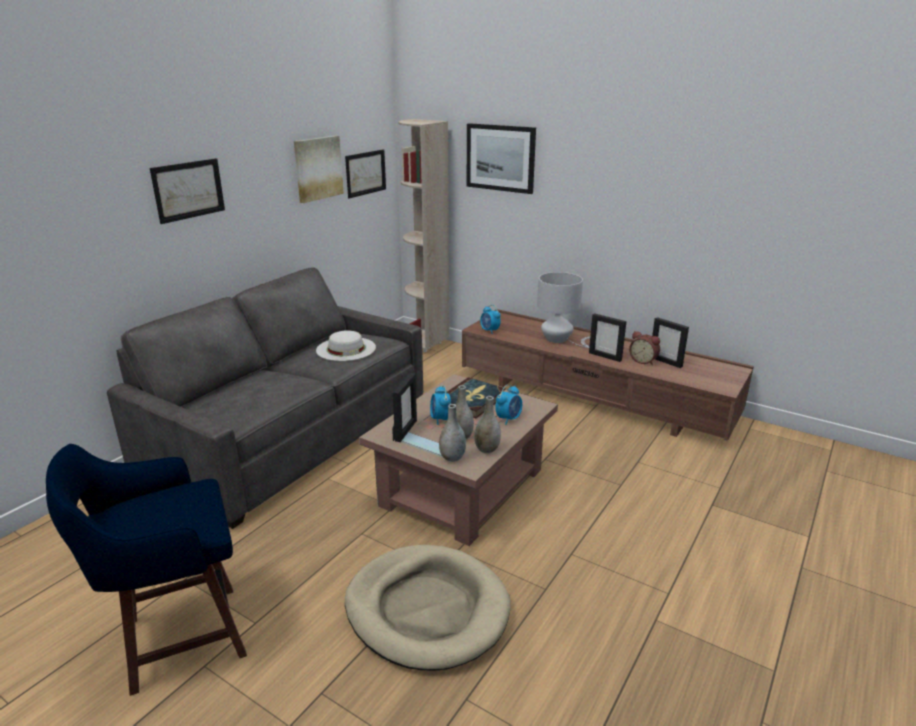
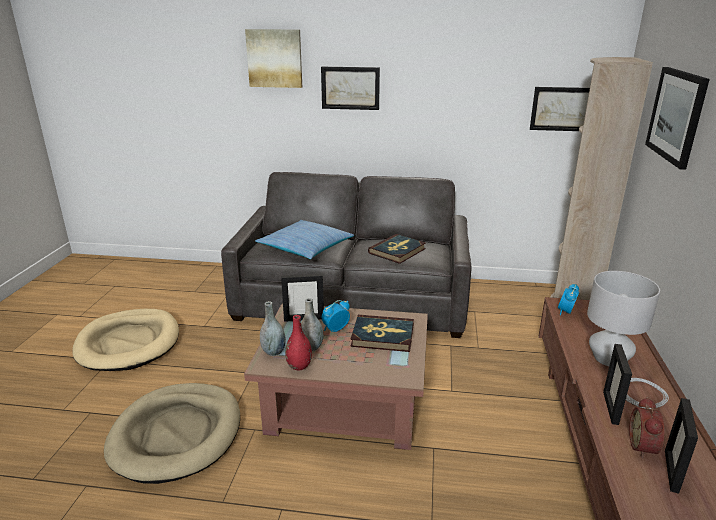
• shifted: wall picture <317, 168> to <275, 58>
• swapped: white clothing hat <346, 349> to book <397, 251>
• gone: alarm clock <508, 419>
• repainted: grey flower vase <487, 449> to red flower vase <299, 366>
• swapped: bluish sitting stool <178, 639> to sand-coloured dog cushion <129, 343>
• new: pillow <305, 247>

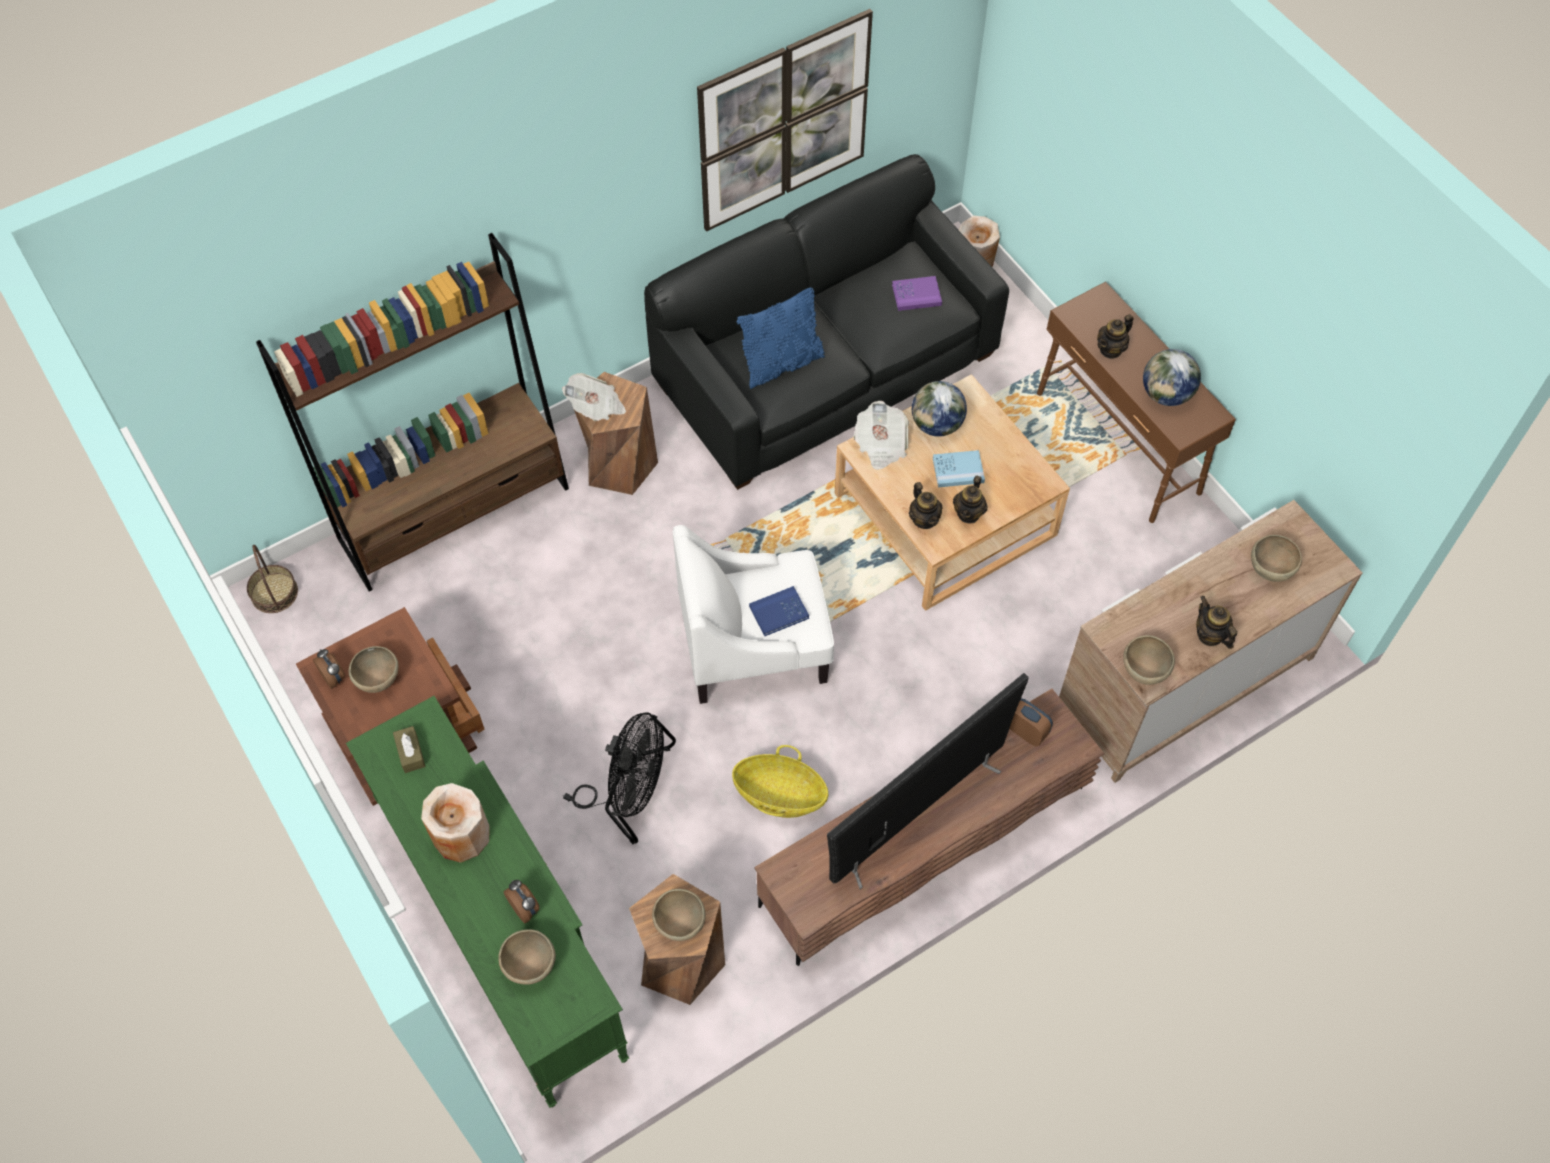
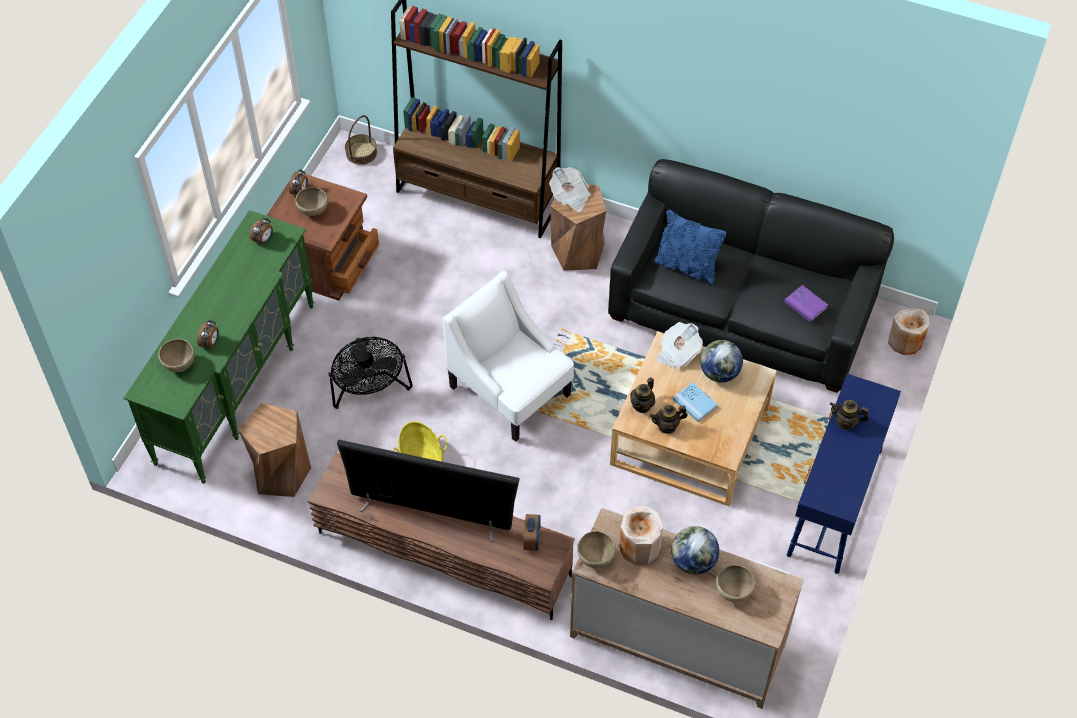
• gone: wall picture <783, 121>
• repainted: brown-coloured console table <1116, 443> to bluish console table <833, 502>
• shifted: globe <1166, 394> to <693, 562>
• gone: bluish book <779, 612>
• gone: pot for tea <1210, 635>
• swapped: brown-coloured box of tissues <410, 753> to alarm clock <263, 240>
• shifted: sand-coloured flower vase <460, 835> to <639, 546>
• gone: brown-coloured deep dish <679, 924>

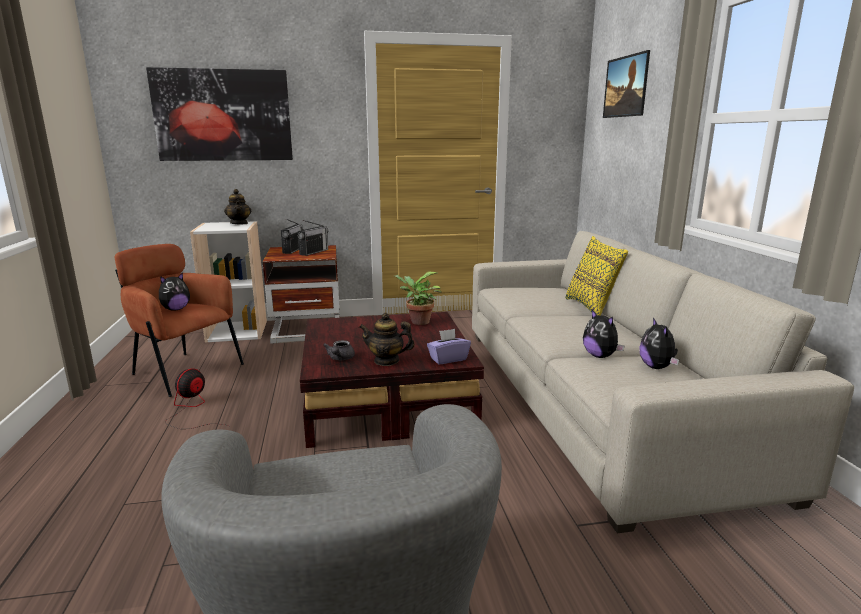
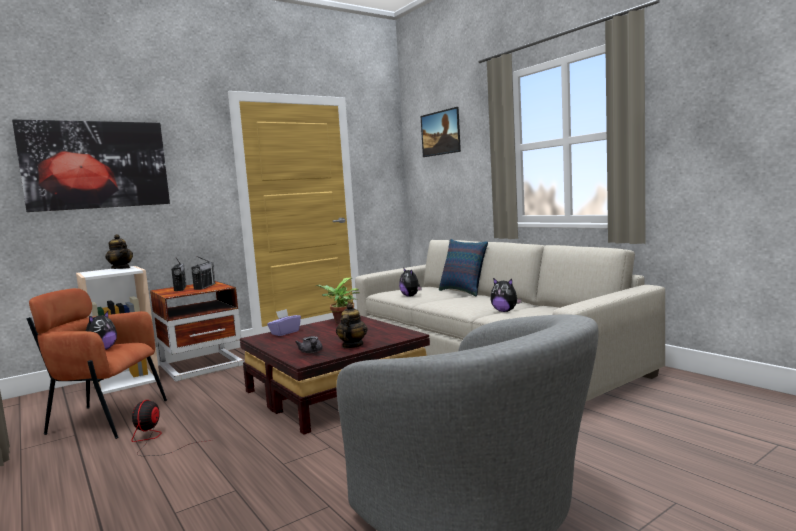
• repainted: yellow pillow <590, 308> to bluish pillow <463, 292>
• rotated: pot for tea <387, 361> = <352, 345> 120 degrees clockwise
• shifted: cuddly toy <657, 367> to <411, 296>
• shifted: purple-coloured box of tissues <448, 359> to <285, 332>

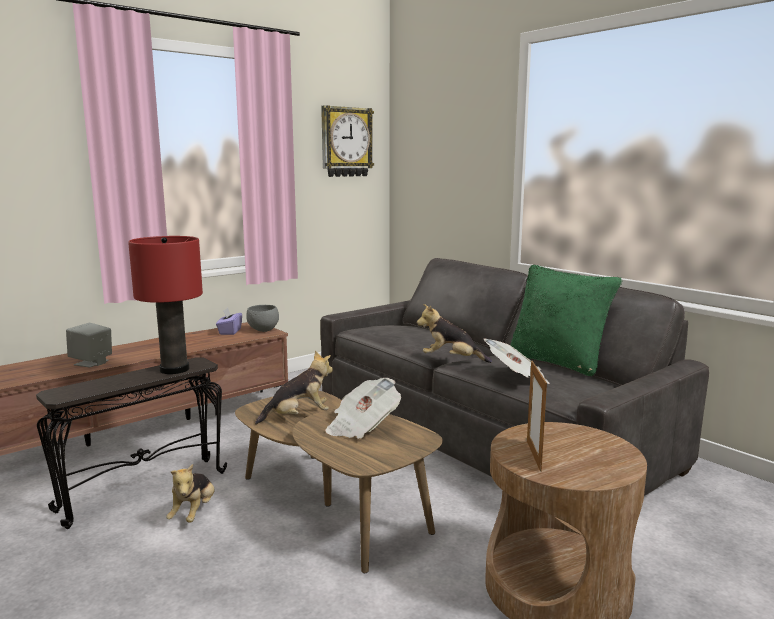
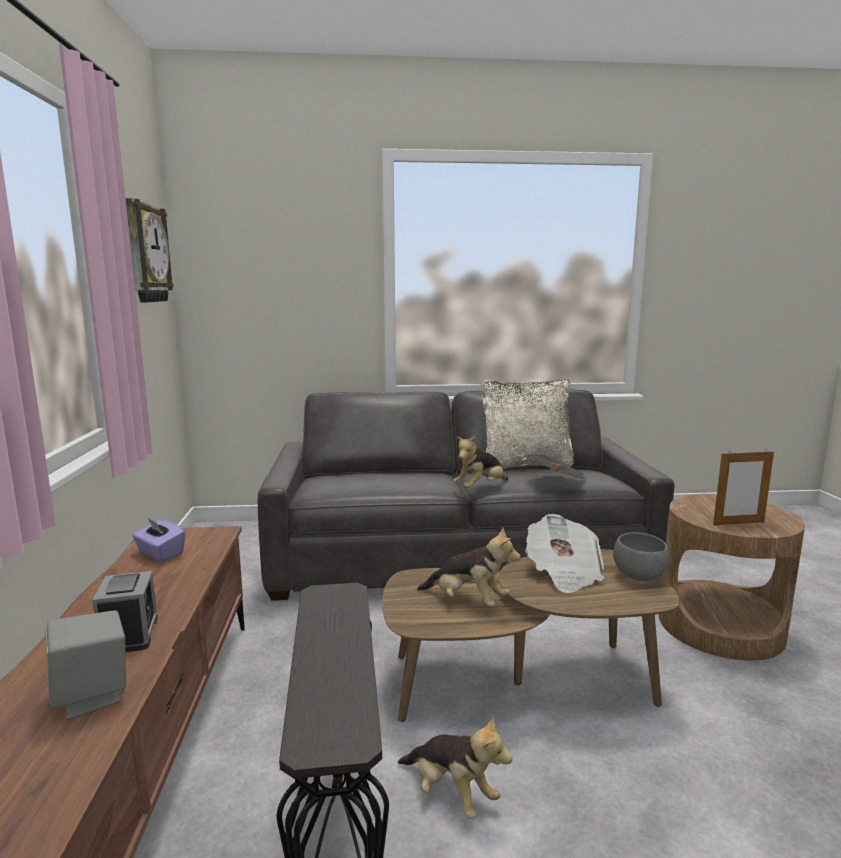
• gone: red lamp for a table <175, 369>
• repainted: green pillow <557, 365> to sand-coloured pillow <527, 467>
• shifted: grey deep dish <263, 330> to <640, 577>
• rotated: cuddly toy <298, 417> = <468, 601> 105 degrees clockwise
• rotated: photo frame <533, 455> = <738, 523> 45 degrees counterclockwise
• new: alarm clock <129, 635>

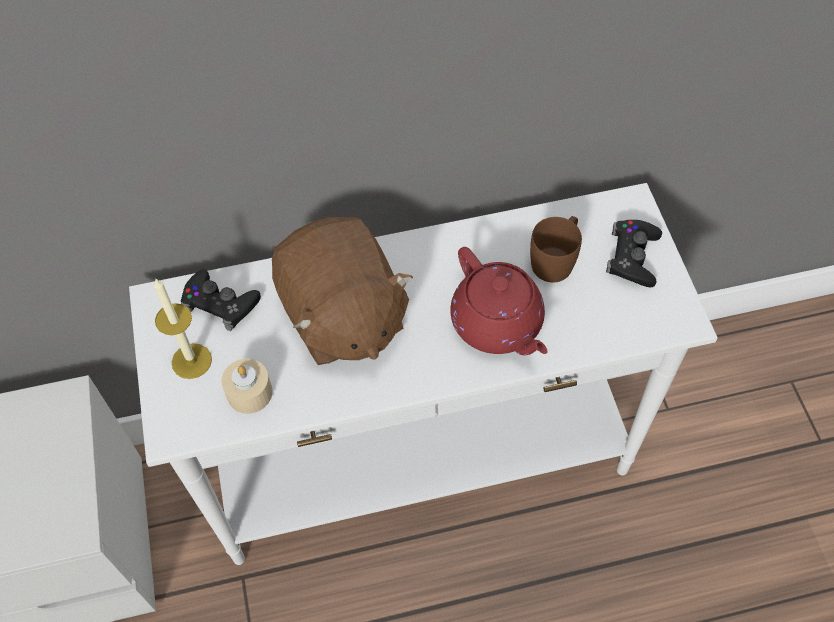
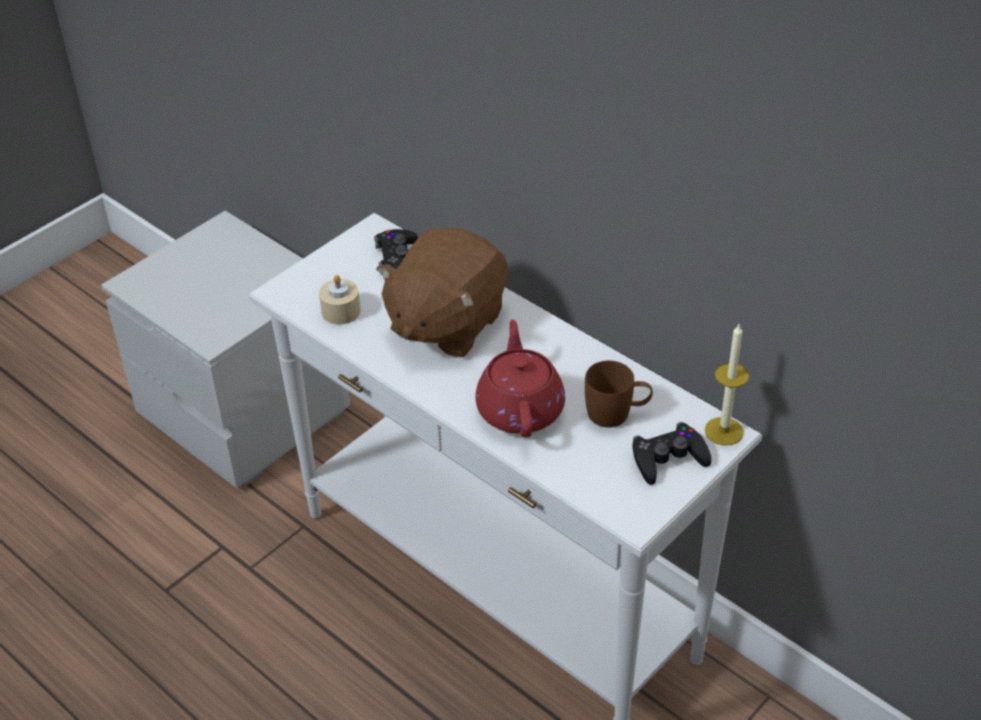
• rotated: red pot for tea <497, 324> = <520, 408> 150 degrees clockwise
• shifted: wax light <191, 361> to <724, 431>

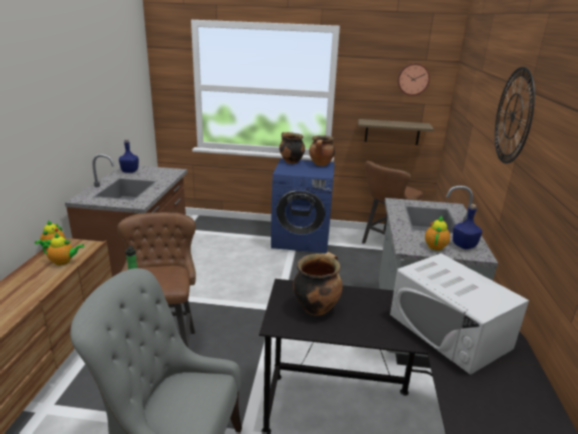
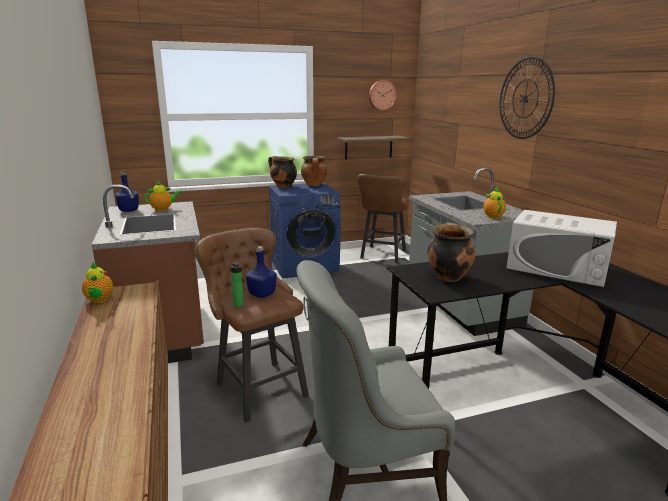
• shifted: bluish bottle <463, 246> to <261, 294>
• shifted: pot for tea <64, 262> to <163, 209>

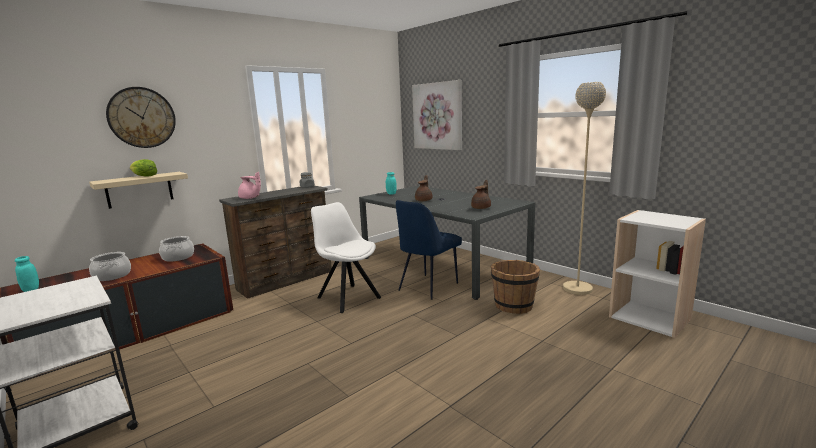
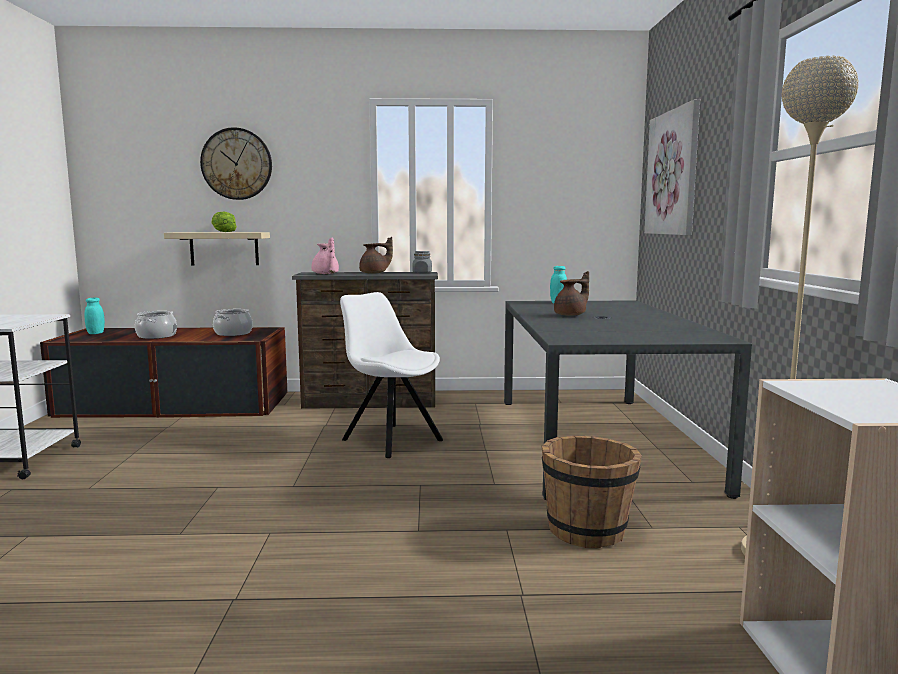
• shifted: brown-coloured pot for tea <481, 208> to <374, 273>
• gone: bluish chair <428, 287>
• rotated: white chair <348, 298> = <391, 440> 45 degrees counterclockwise

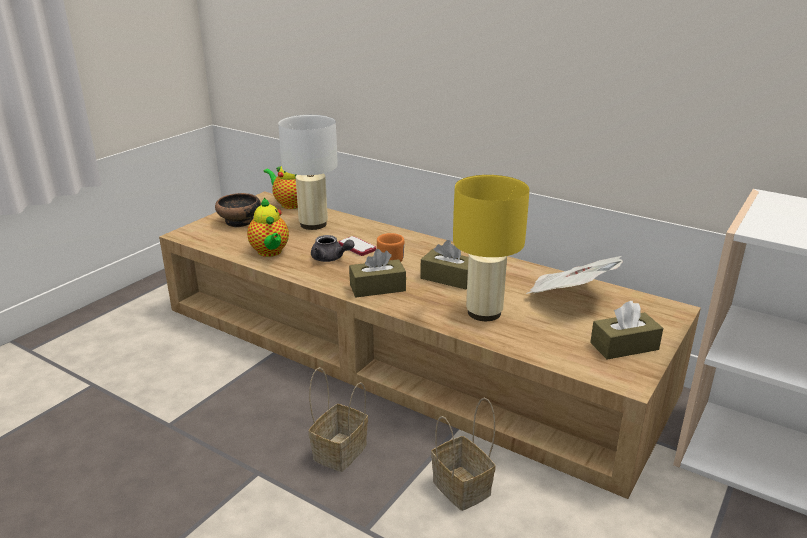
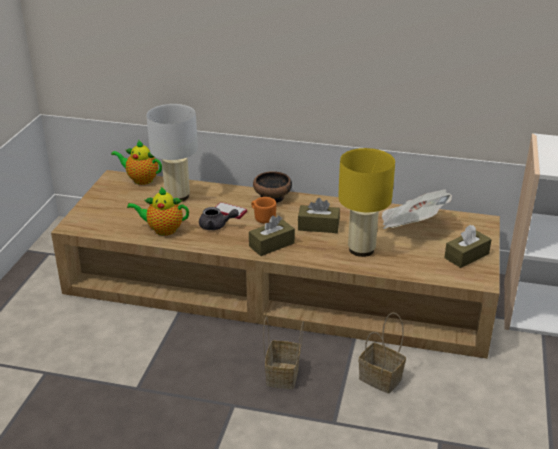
• shifted: deep dish <240, 222> to <272, 197>
• rotated: pot for tea <270, 252> = <162, 230> 135 degrees clockwise

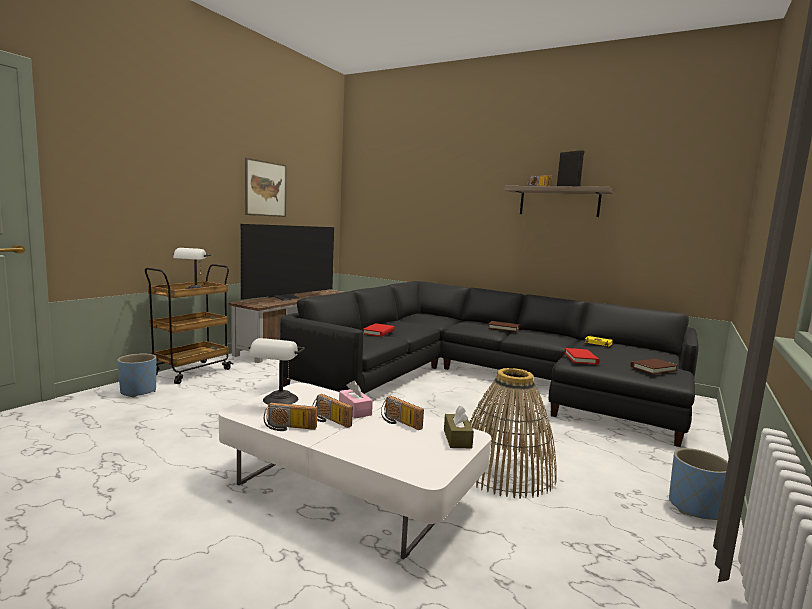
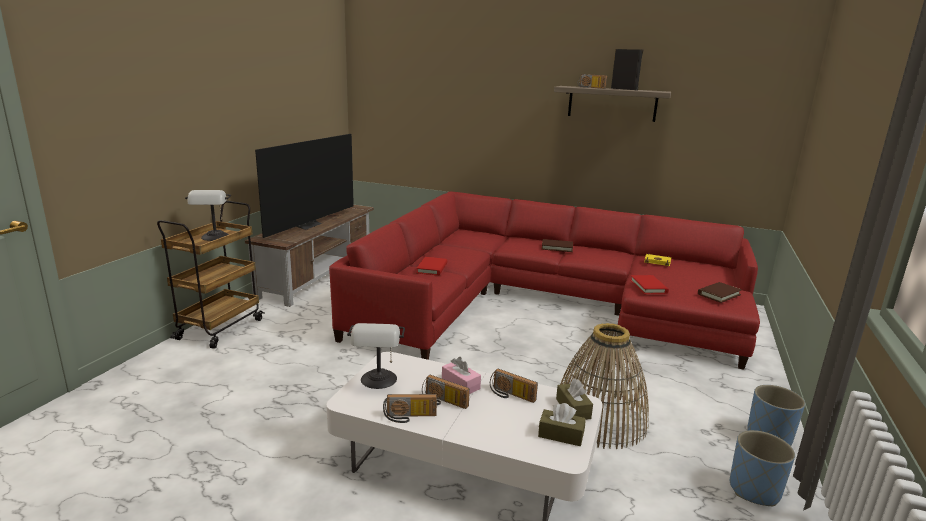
• gone: wall picture <266, 189>
• repainted: blackish settee <487, 379> to red settee <543, 304>
• shifted: bluish planter <138, 392> to <754, 490>
• new: brown-coloured box of tissues <561, 435>

